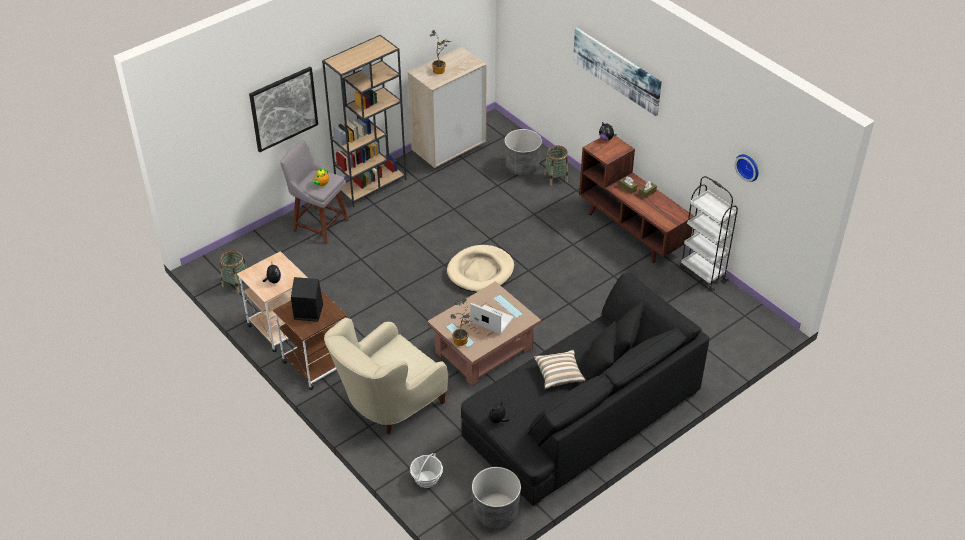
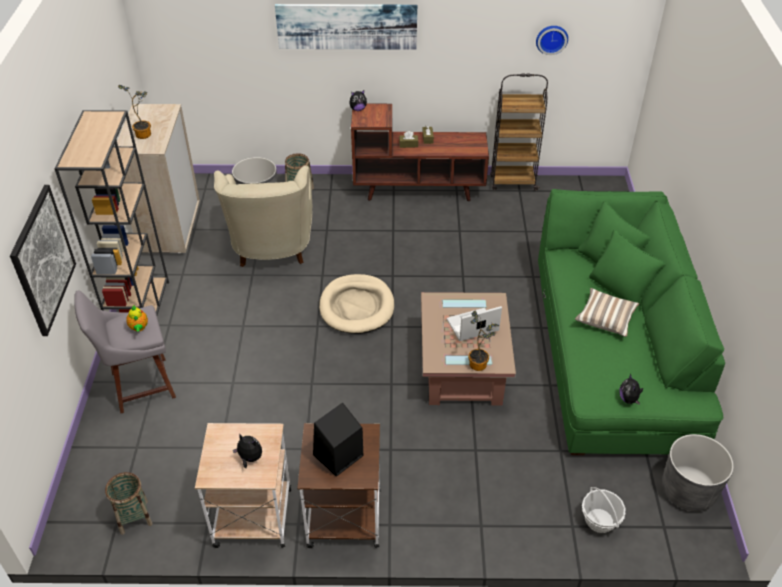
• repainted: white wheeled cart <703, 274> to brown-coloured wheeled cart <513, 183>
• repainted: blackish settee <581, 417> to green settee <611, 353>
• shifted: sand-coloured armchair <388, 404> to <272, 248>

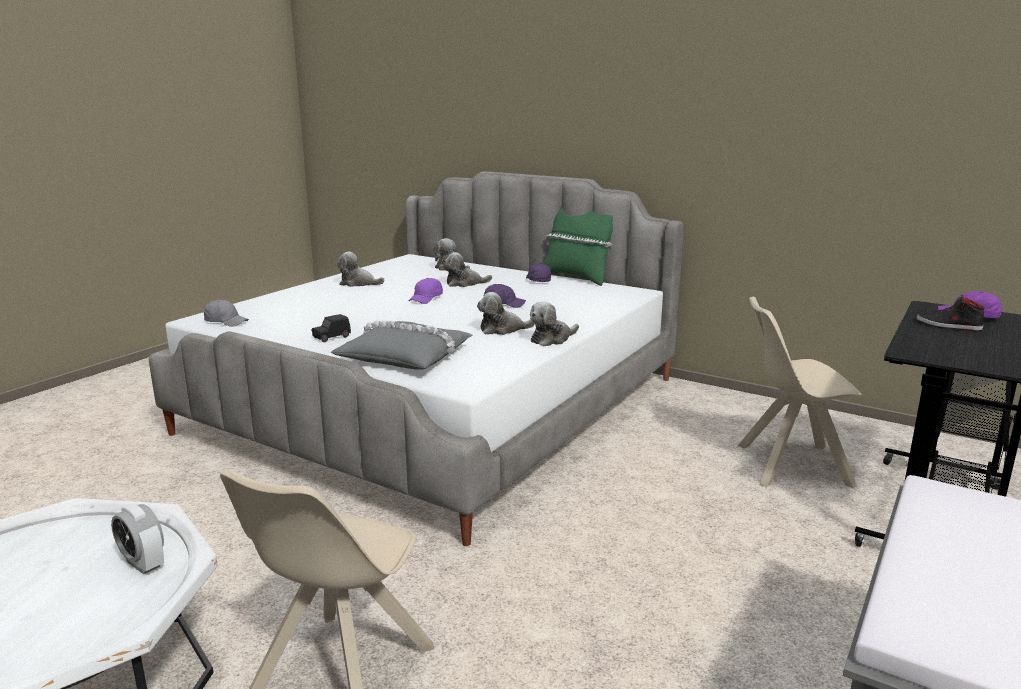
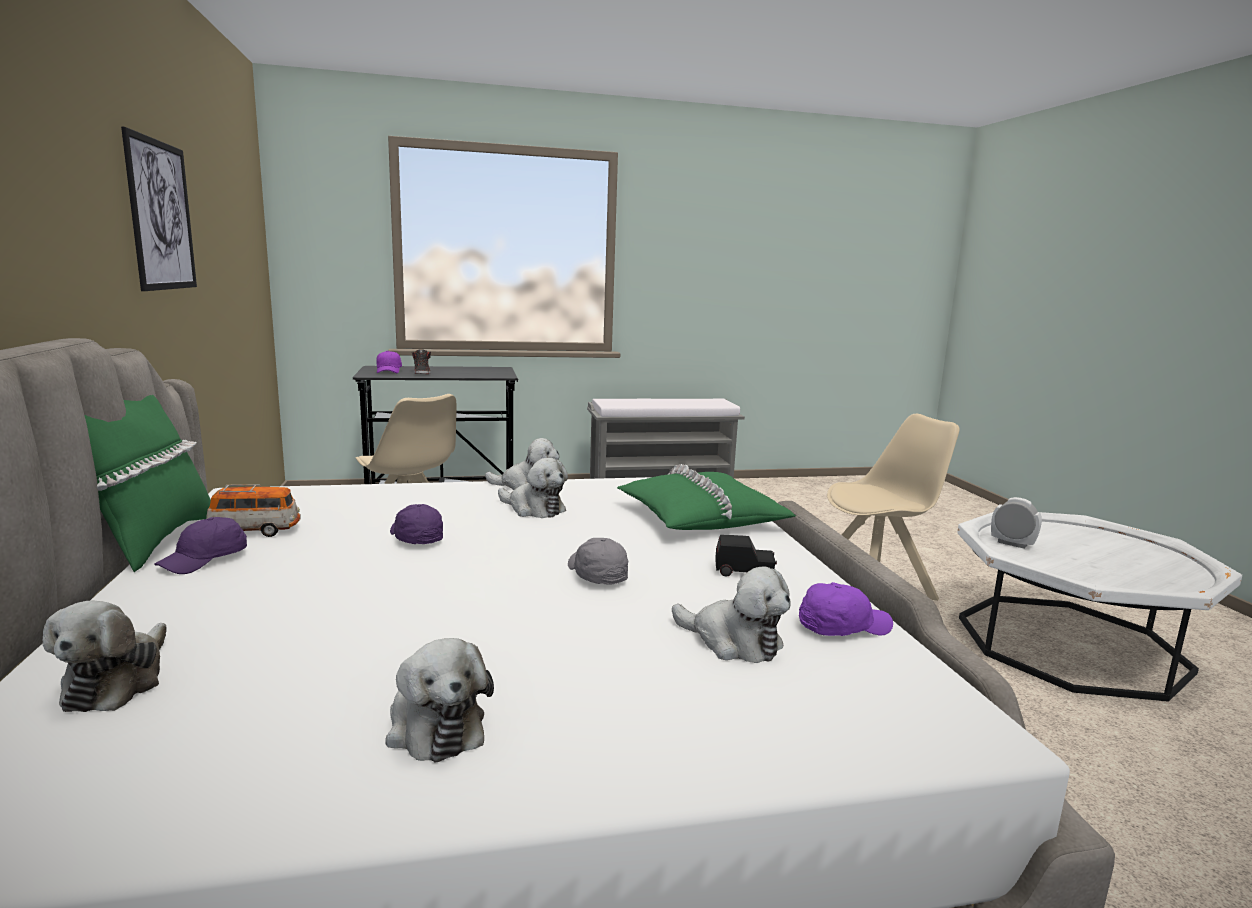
• shifted: cuddly toy <464, 283> to <733, 642>
• shifted: purple-coloured cap <426, 299> to <842, 627>
• shifted: grey cap <226, 322> to <596, 575>
• repainted: grey pillow <406, 356> to green pillow <700, 517>
• rotated: alarm clock <143, 564> = <1012, 544> 45 degrees counterclockwise
• new: wall picture <161, 215>
• new: model car <255, 531>

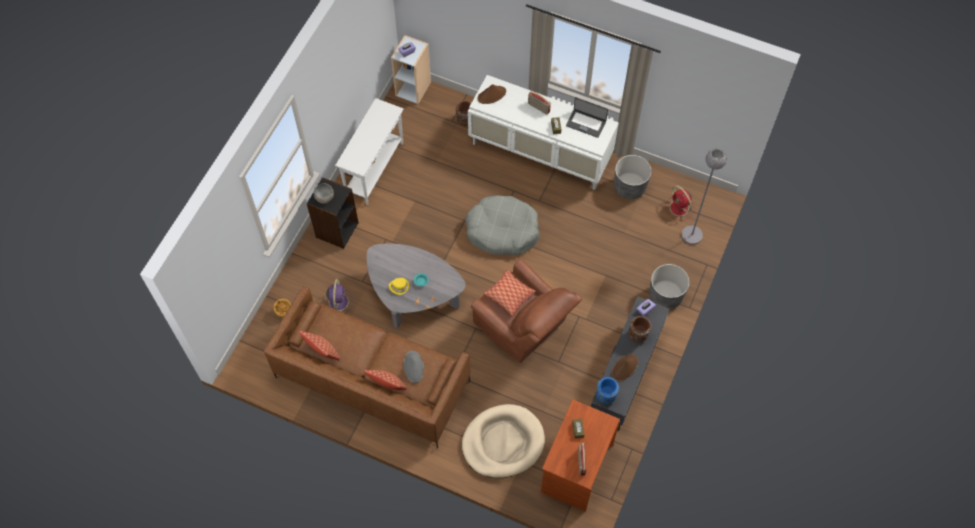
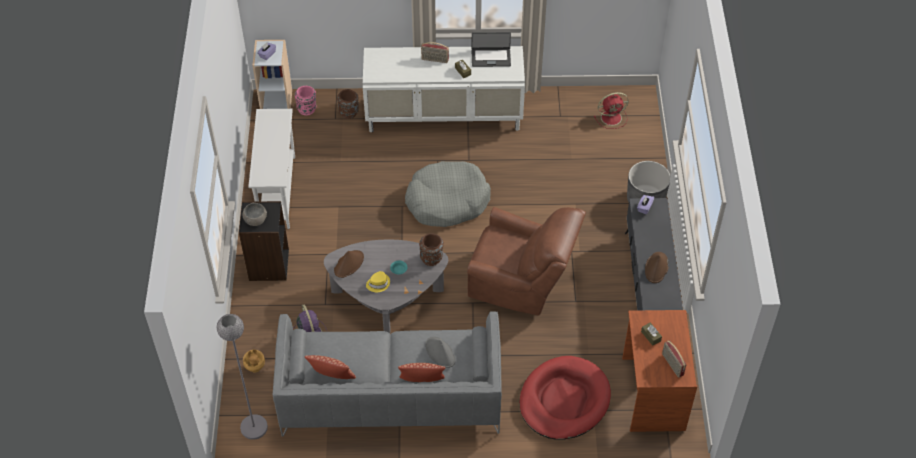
• shifted: brown-coloured clothing hat <491, 95> to <349, 264>
• shifted: grey standard lamp <691, 235> to <253, 428>
• gone: grey planter <629, 187>
• rotated: red cooling fan <679, 208> = <612, 117> 45 degrees counterclockwise
• gone: pillow <509, 295>
• repainted: brown-coloured settee <372, 380> to grey settee <391, 396>
• shifted: brown-coloured flower vase <638, 335> to <431, 258>
• gone: bluish flower vase <605, 396>
• repainted: sand-coloured dog cushion <503, 443> to red dog cushion <564, 400>
• new: pink-coloured flower vase <307, 109>

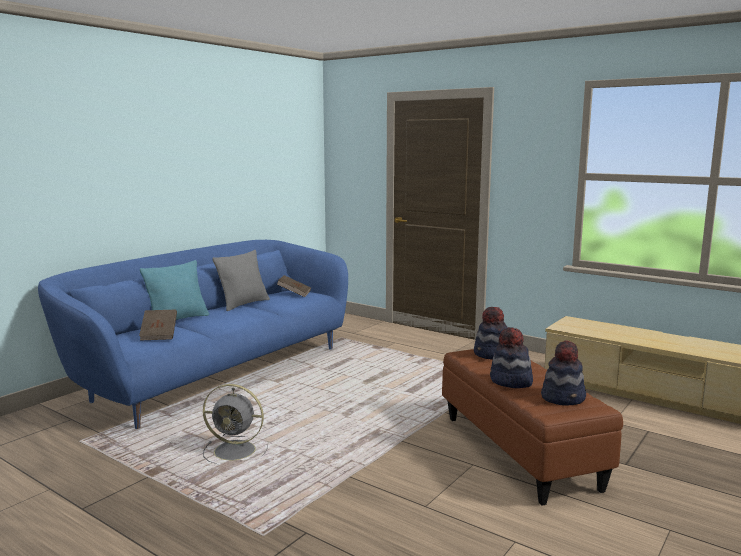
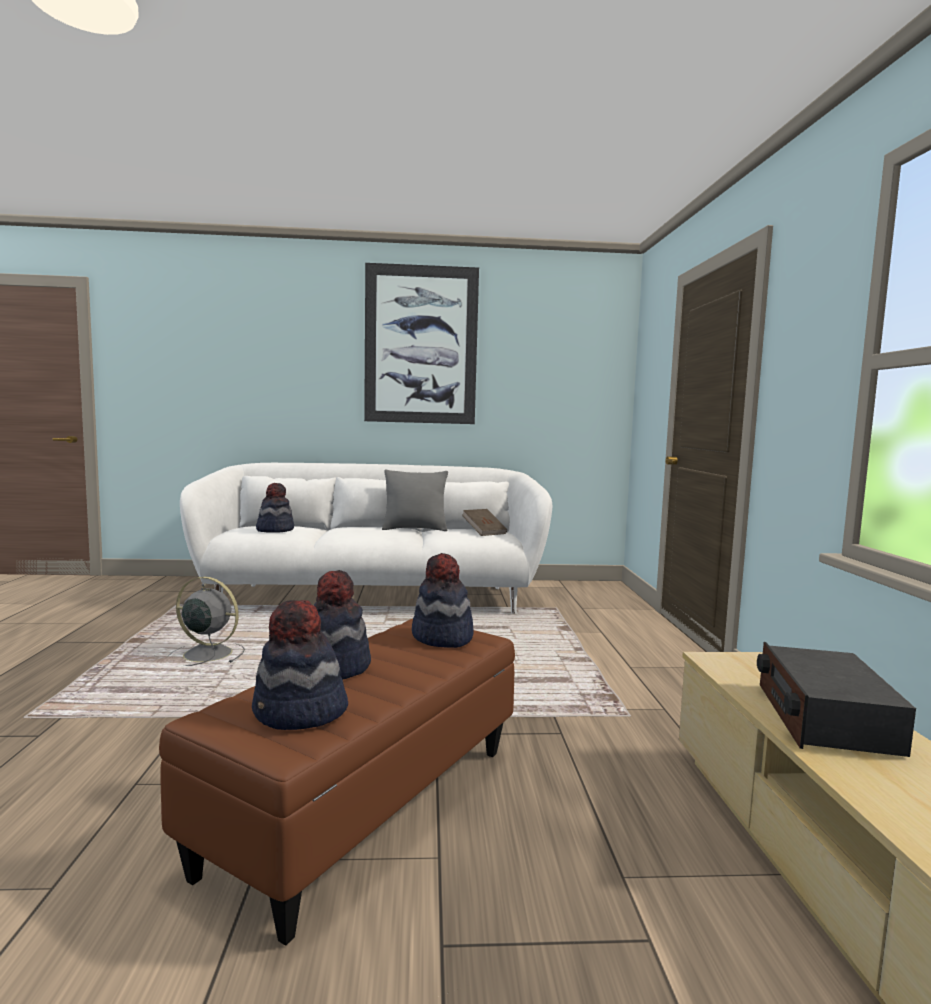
• repainted: bluish settee <216, 372> to white settee <373, 596>
• gone: blue-green pillow <177, 319>
• swapped: brown-coloured book <159, 335> to clothing hat <275, 530>
• rotated: grey cooling fan <236, 451> = <206, 654> 135 degrees clockwise
• new: wall picture <421, 345>
• new: radio <824, 718>

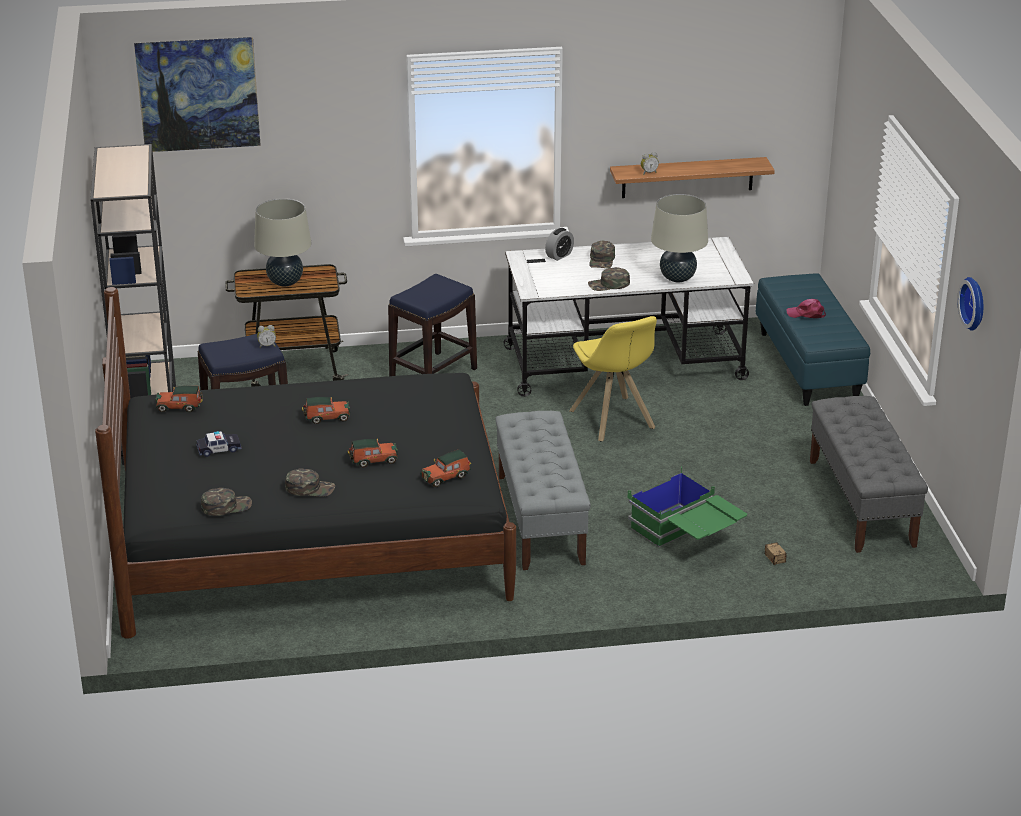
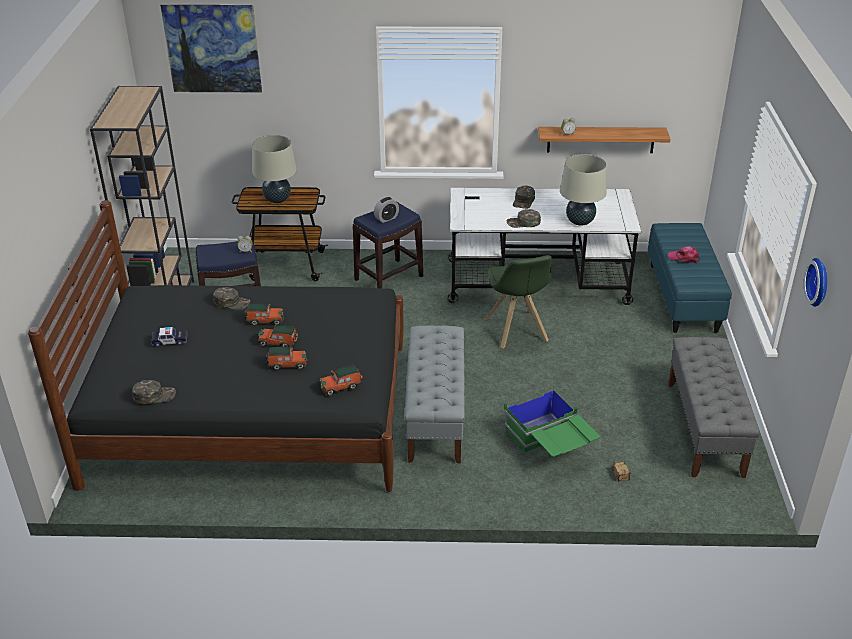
• shifted: alarm clock <559, 255> to <386, 218>
• repainted: yellow chair <613, 419> to green chair <516, 330>
• shifted: model car <180, 407> to <279, 342>
• shifted: green cap <310, 488> to <232, 302>

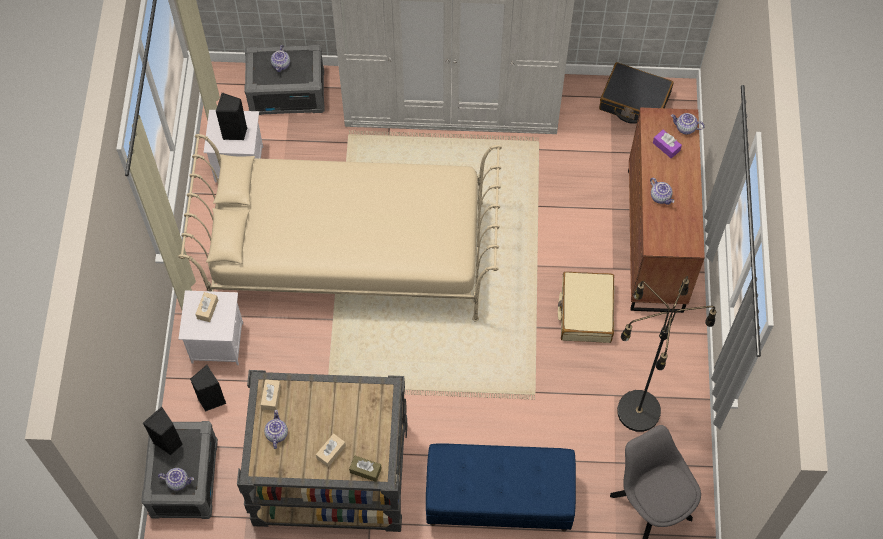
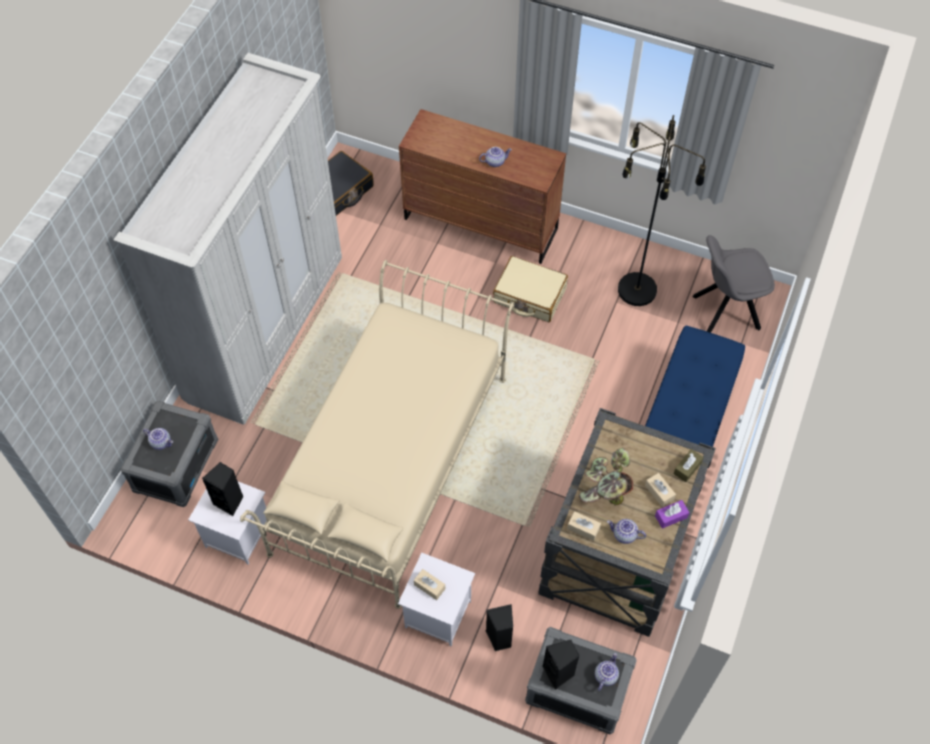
• gone: pot for tea <685, 128>
• shifted: purple-coloured box of tissues <666, 146> to <671, 516>
• new: houseplant <604, 489>

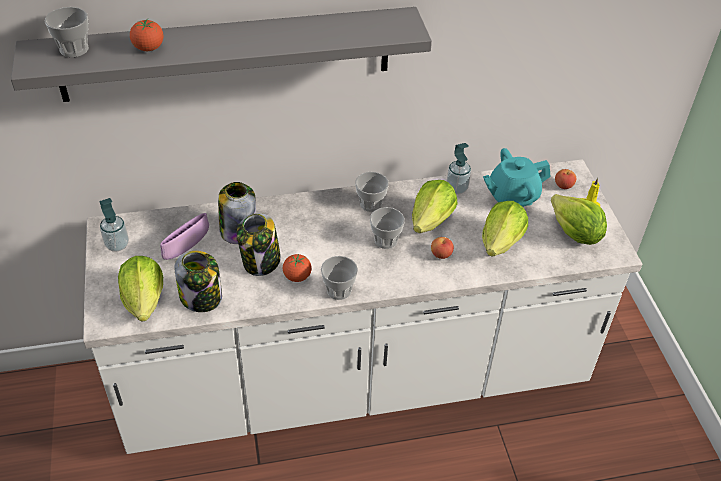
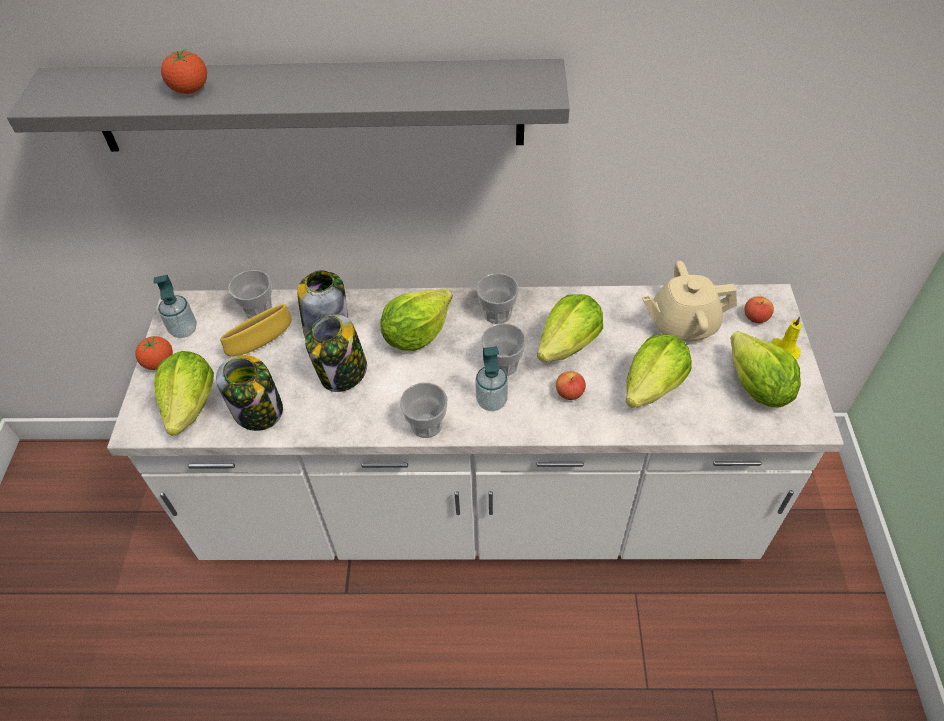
• shifted: cup <74, 49> to <258, 310>
• shifted: soap bottle <457, 188> to <491, 401>
• repainted: blue-green pot for tea <512, 197> to sand-coloured pot for tea <682, 325>
• repainted: purple-coloured deep dish <187, 247> to yellow deep dish <261, 343>
• shifted: tomato <297, 276> to <159, 363>
• new: lettuce <416, 334>

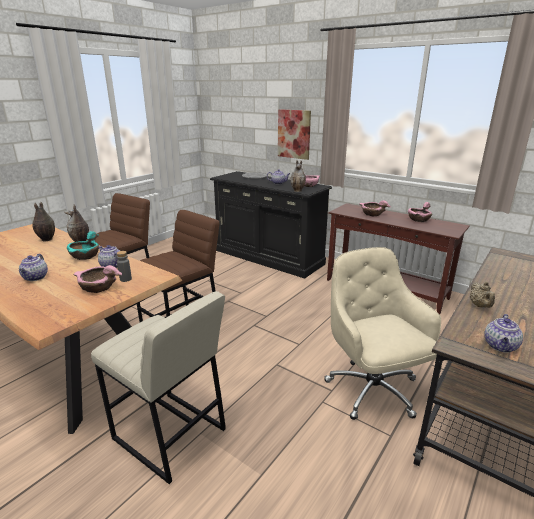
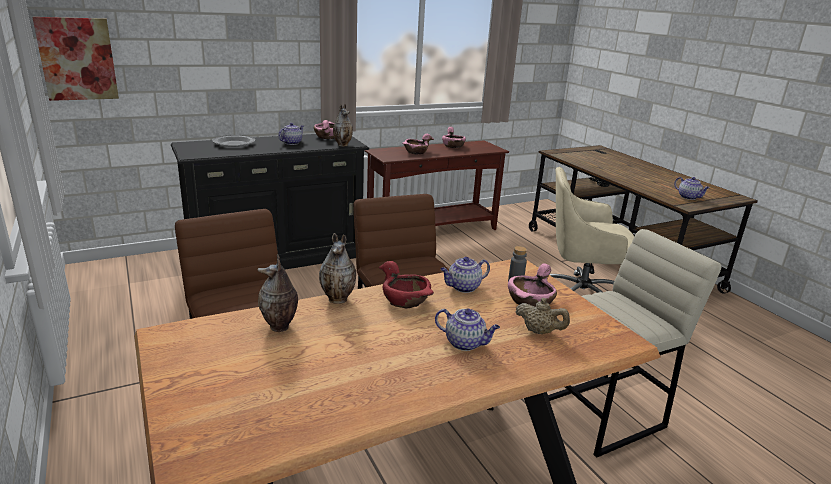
• shifted: wall picture <294, 134> to <77, 59>
• repainted: blue-green deep dish <85, 256> to red deep dish <406, 300>
• shifted: sand-coloured pot for tea <480, 306> to <539, 331>

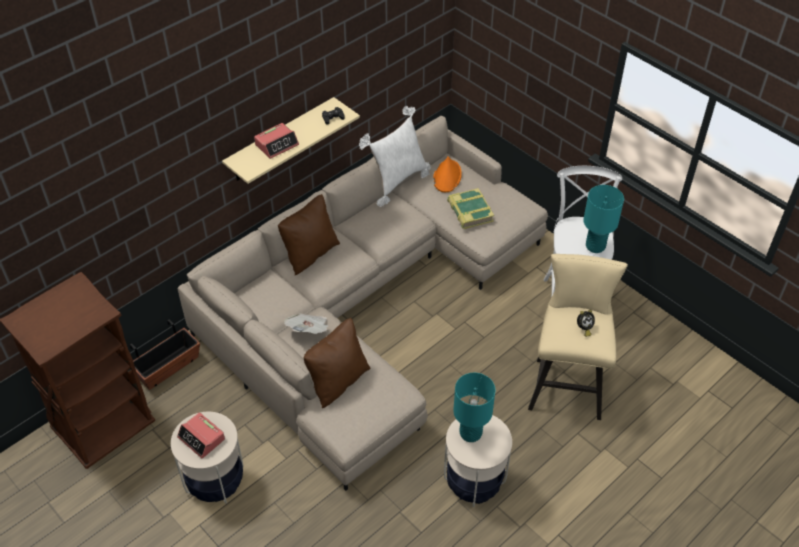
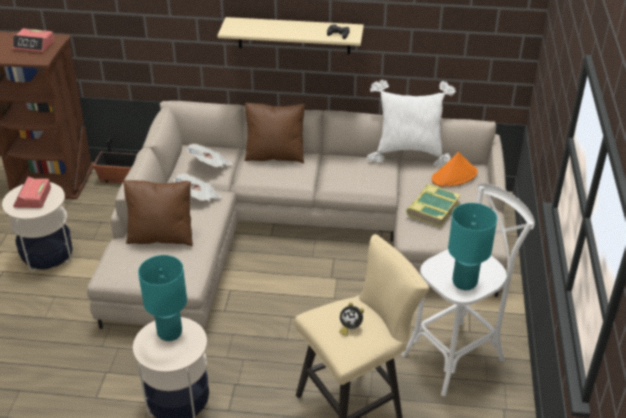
• shifted: alarm clock <277, 145> to <34, 45>
• new: printed paper <210, 165>

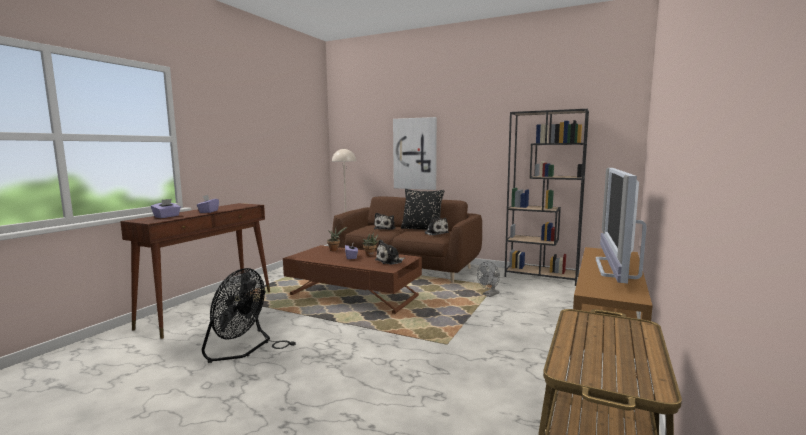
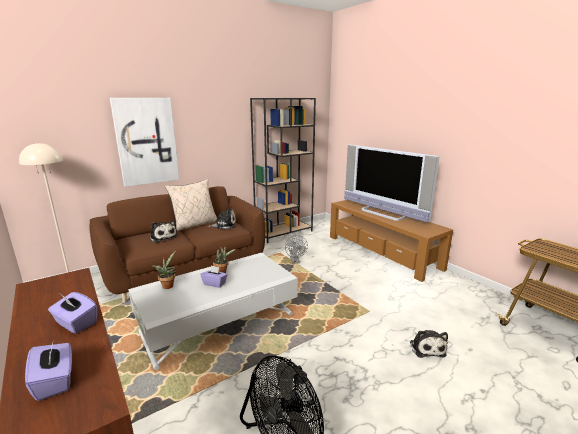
• repainted: blackish pillow <422, 229> to sand-coloured pillow <195, 224>
• shifted: cuddly toy <390, 261> to <426, 347>
• repainted: brown-coloured coffee table <354, 296> to white coffee table <219, 323>

